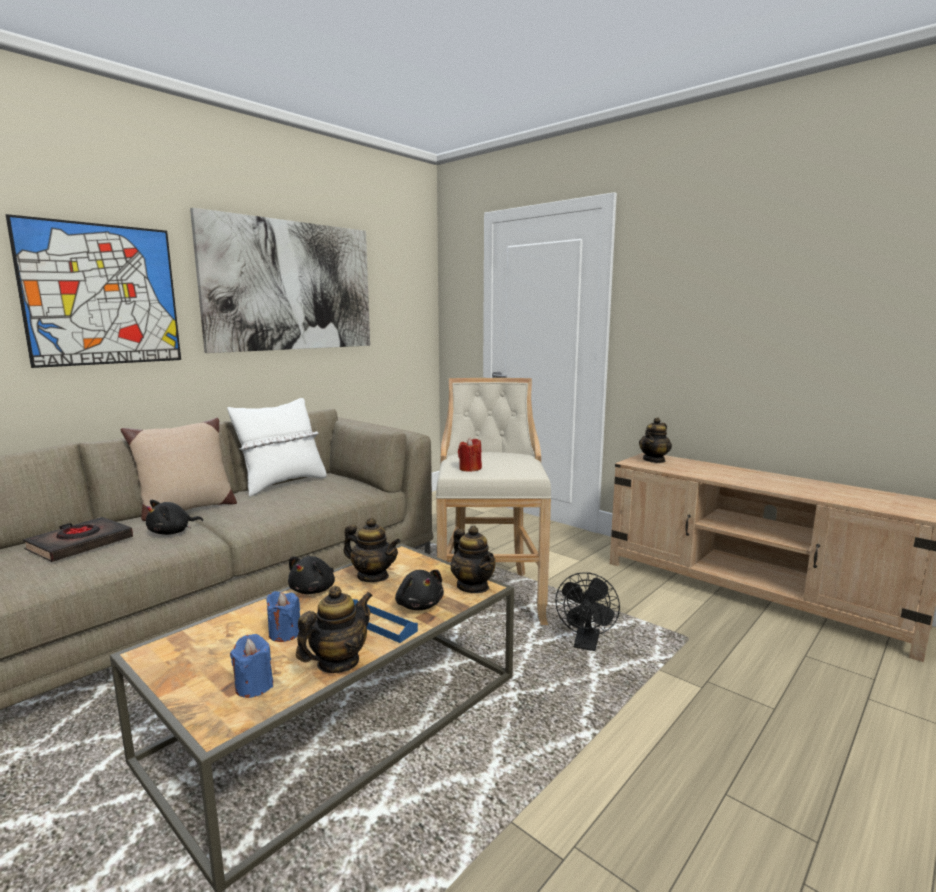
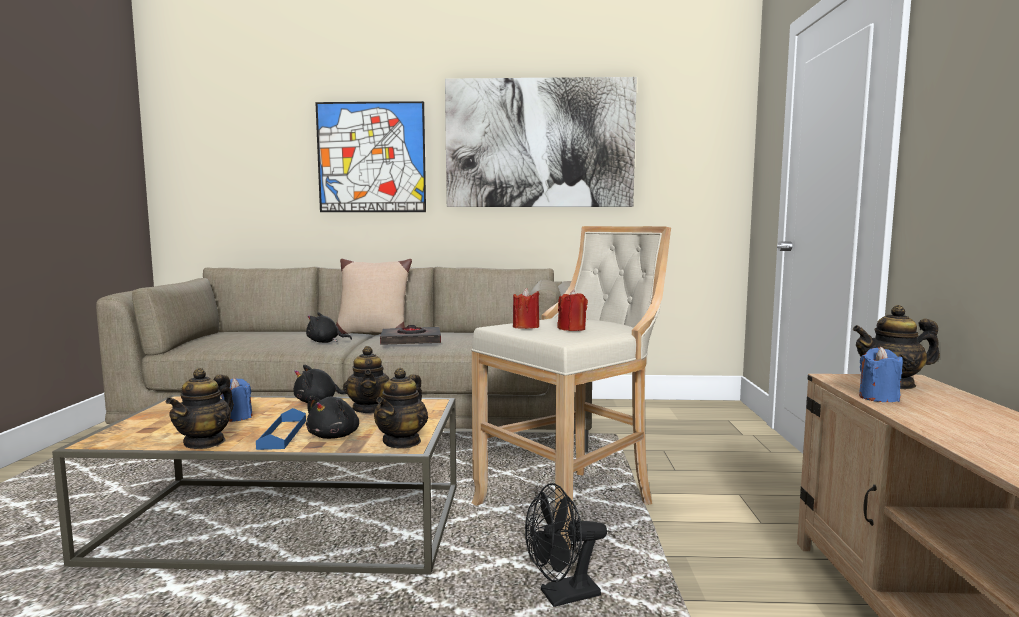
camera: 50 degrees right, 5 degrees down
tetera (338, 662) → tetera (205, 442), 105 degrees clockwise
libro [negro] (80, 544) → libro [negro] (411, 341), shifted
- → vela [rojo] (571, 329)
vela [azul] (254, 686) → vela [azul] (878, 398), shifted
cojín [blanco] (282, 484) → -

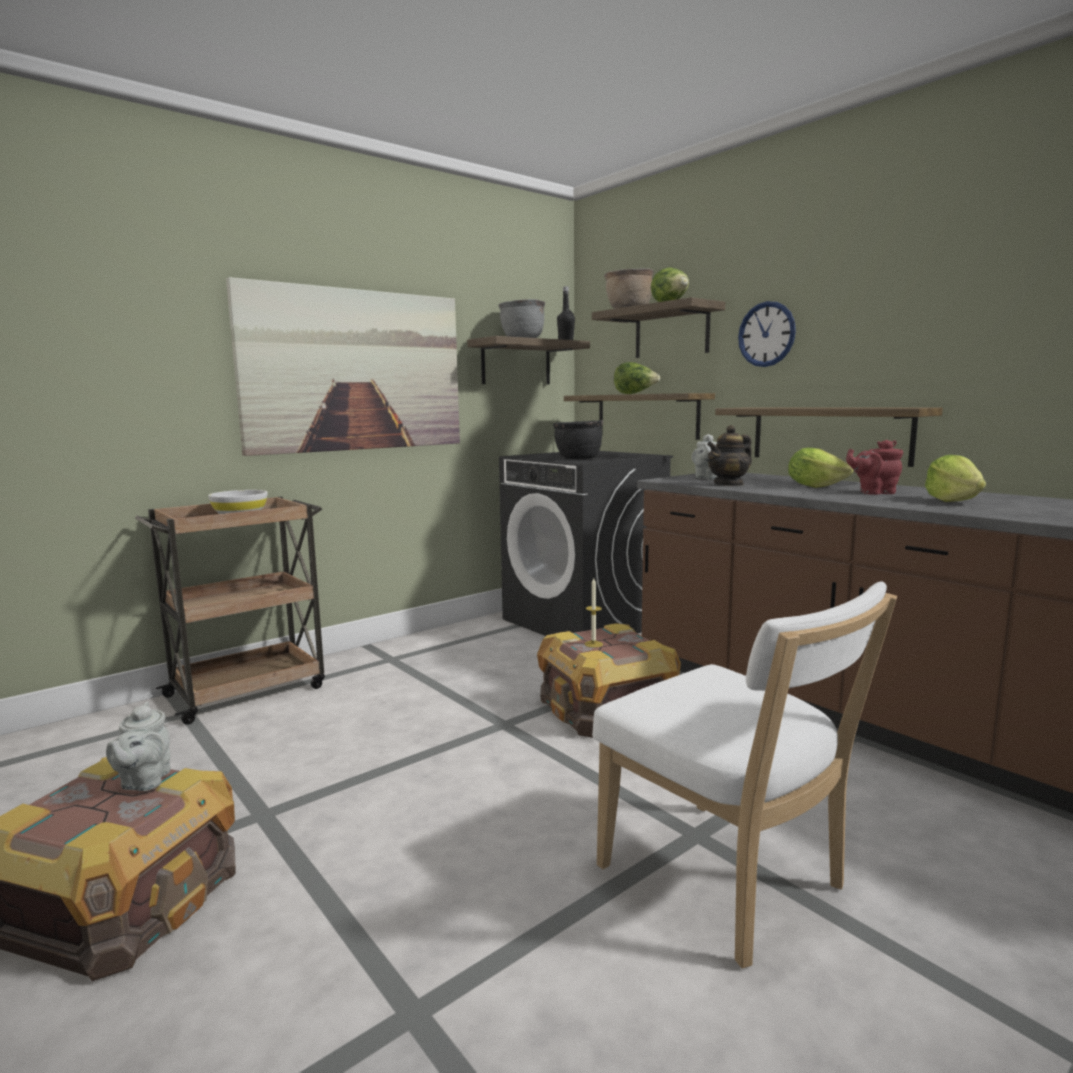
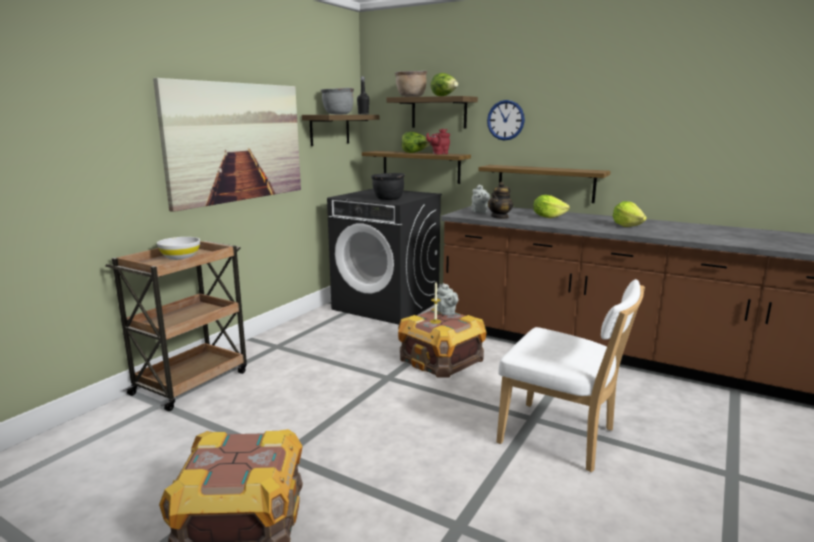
camera: 20 degrees left, 5 degrees up
tetera [rojo] (874, 492) → tetera [rojo] (439, 154), shifted
tetera [gris] (144, 782) → tetera [gris] (447, 313), shifted

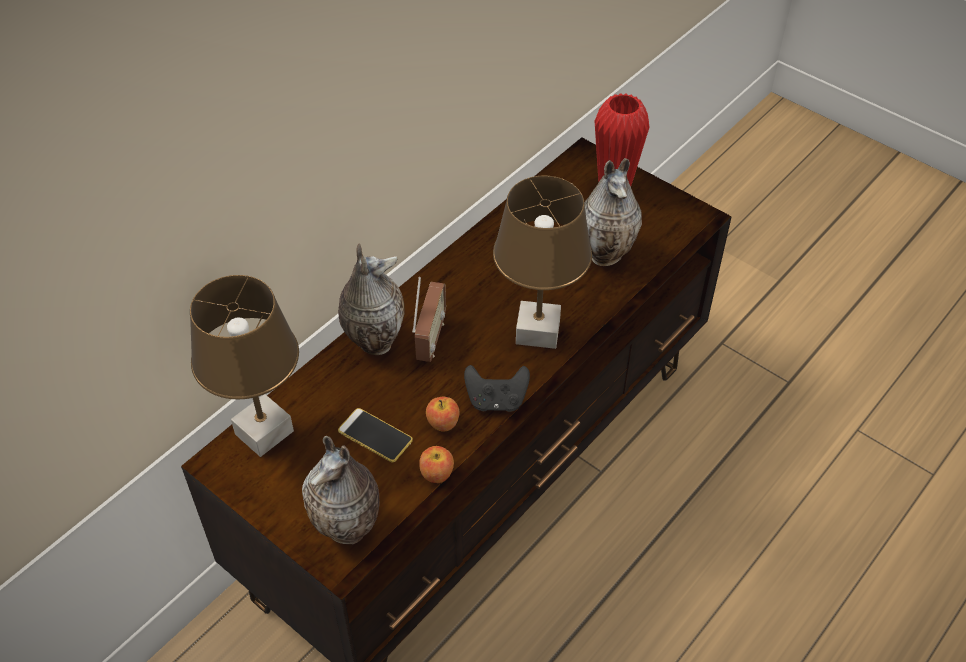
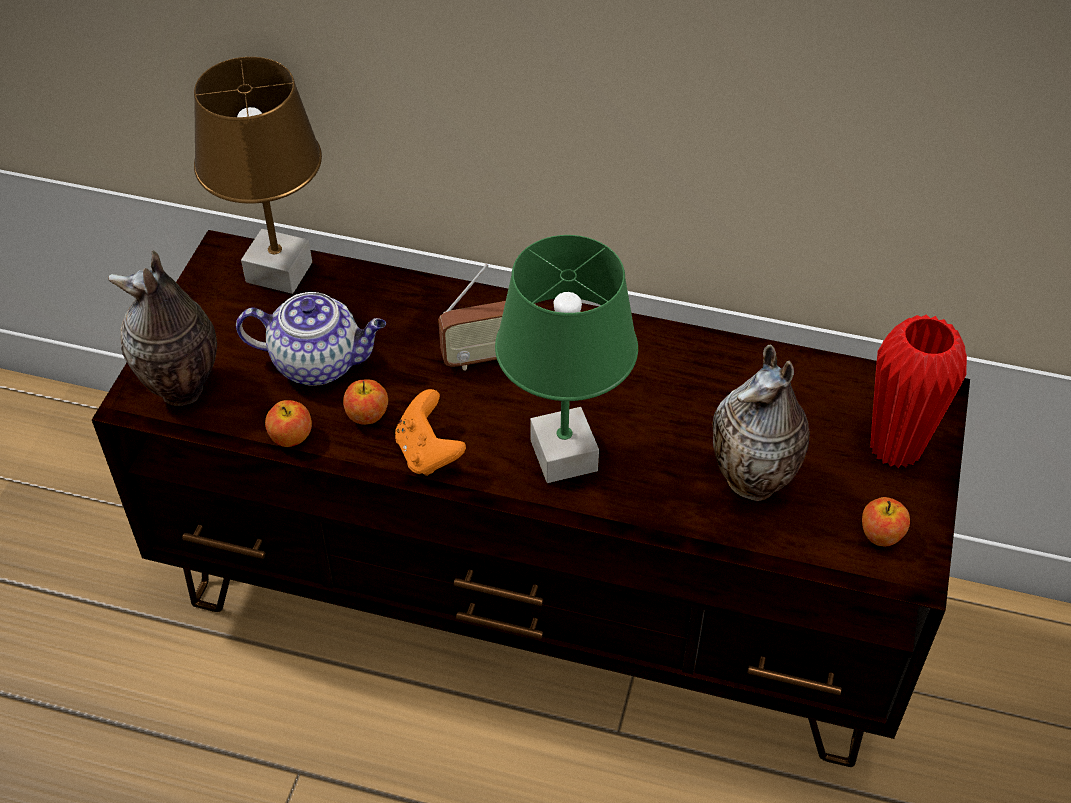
camera: 65 degrees right, 0 degrees up
móvil (375, 436) → tetera (319, 363)
mando de consola [negro] (496, 400) → mando de consola [naranja] (428, 453)
lámpara de mesa [marrón] (537, 333) → lámpara de mesa [verde] (562, 455)
- → manzana (881, 535)
florero (373, 341) → -

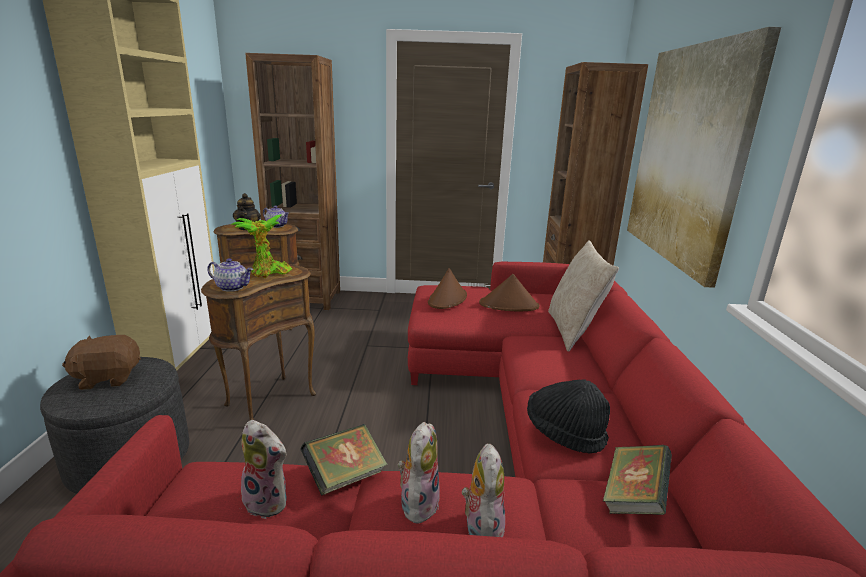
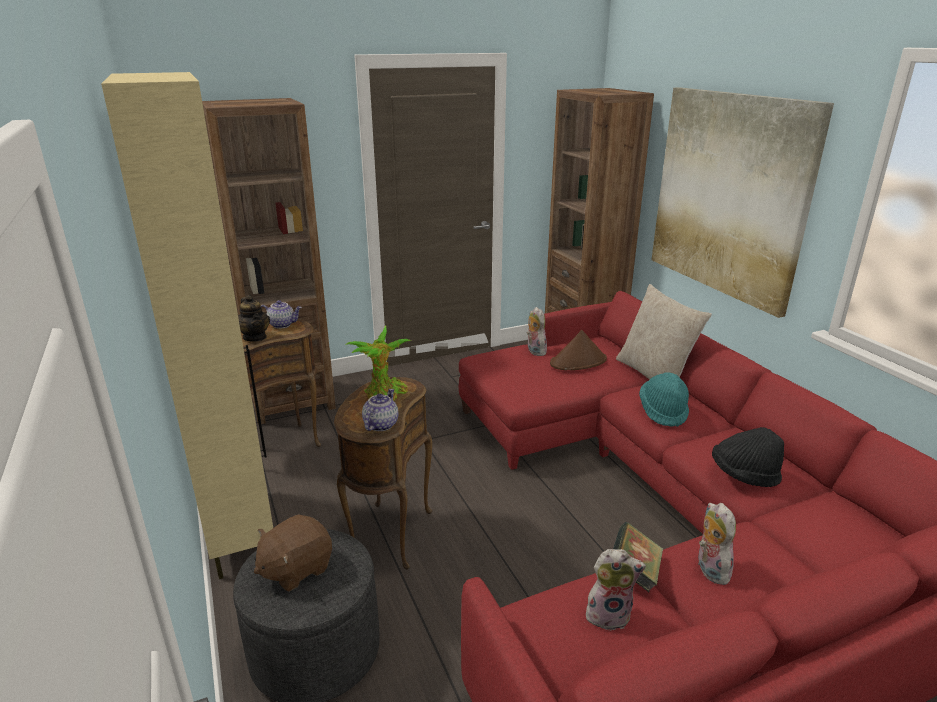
camera: 25 degrees left, 5 degrees up
tetera (233, 287) → tetera (380, 424), 60 degrees counterclockwise
peluche (481, 528) → peluche (534, 351), shifted
- → sombrero [turquesa] (663, 411)
sombrero [marrón] (447, 299) → -
libro (633, 498) → -

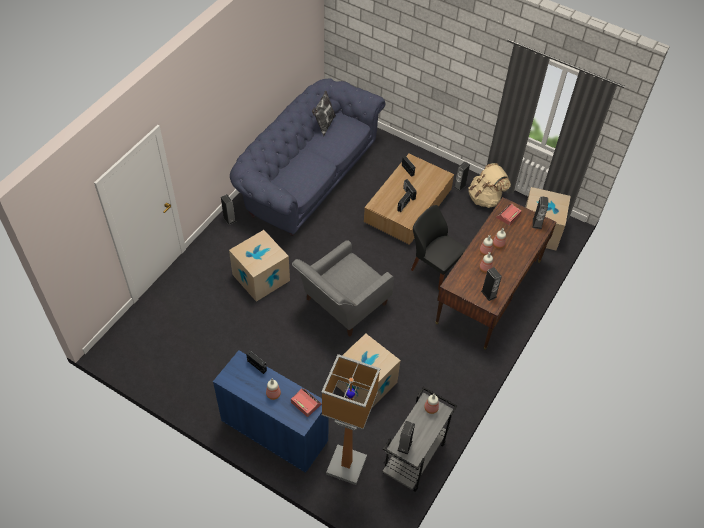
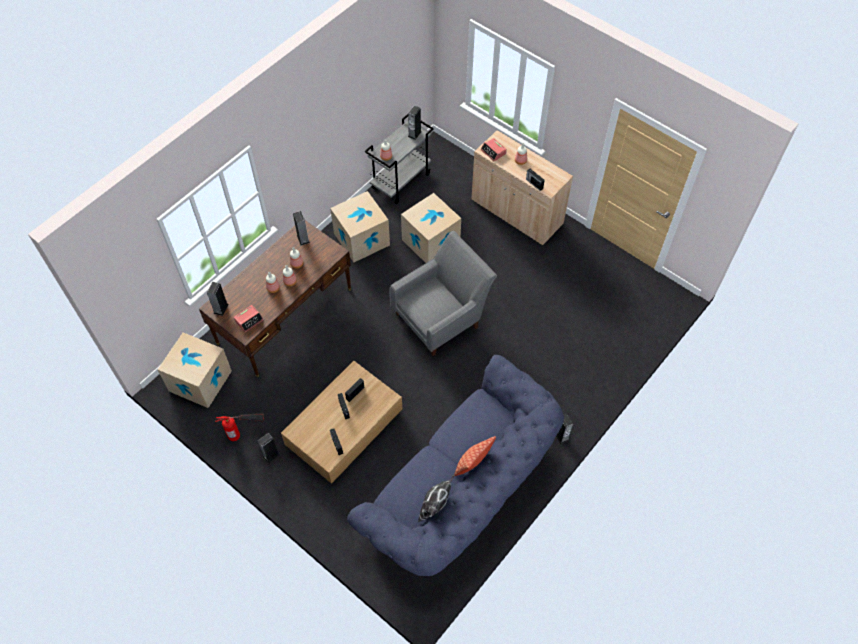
camera: 170 degrees left, 5 degrees up
mochila [beis] (485, 198) → extintor (245, 433)
caja de cartón (261, 277) → caja de cartón (361, 239), shifted
- → cojín (473, 464)
armario [azul] (274, 431) → armario [beis] (516, 212)
lámpara de pie (347, 465) → -
silla [negro] (435, 268) → -

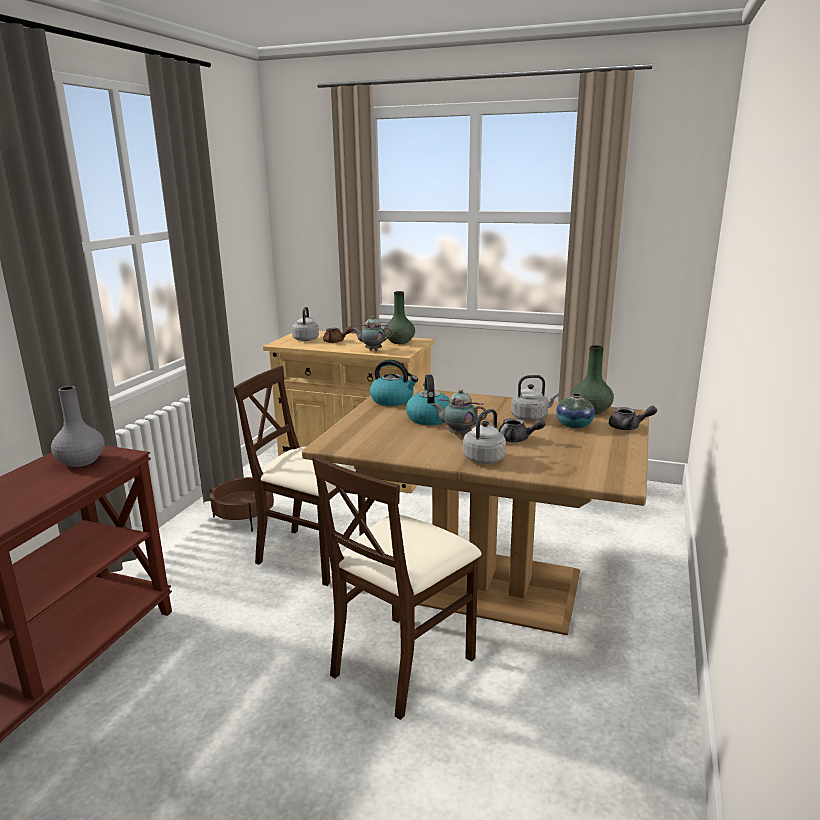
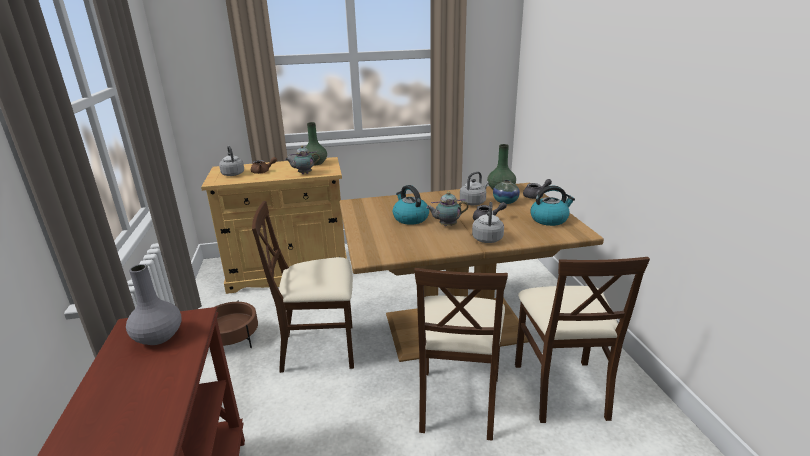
camera: 30 degrees left, 5 degrees up
- → silla [beis] (561, 388)
hervidor (393, 400) → hervidor (549, 219), shifted

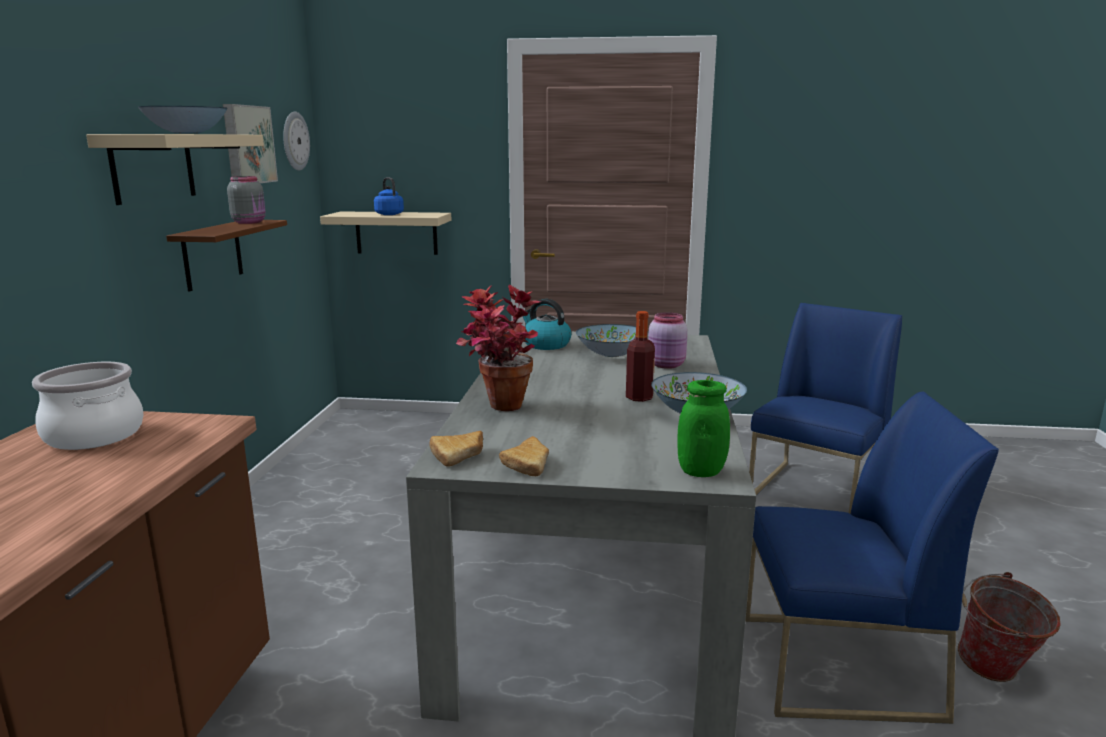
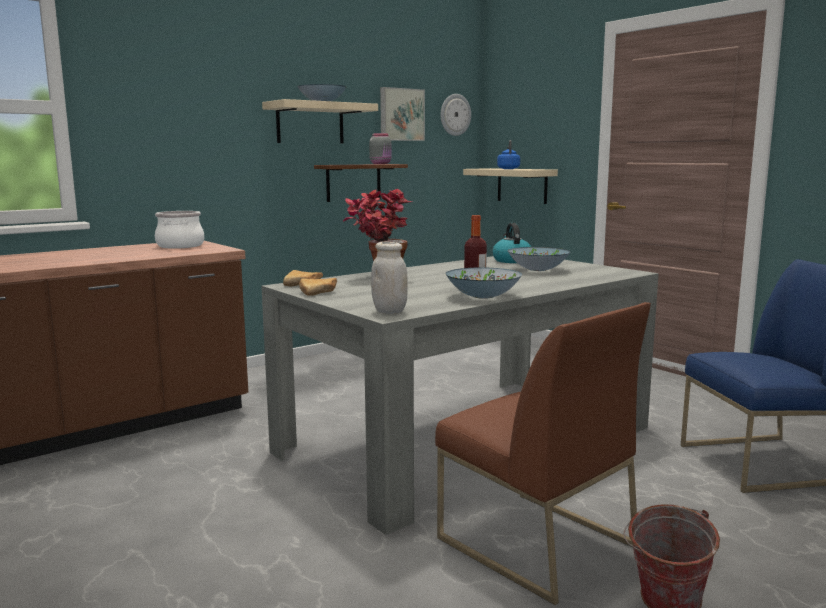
camera: 45 degrees right, 5 degrees down
tarro [verde] (701, 471) → tarro [blanco] (389, 311)
silla [azul] (837, 667) → silla [marrón] (534, 542)
tarro [rosa] (667, 365) → -

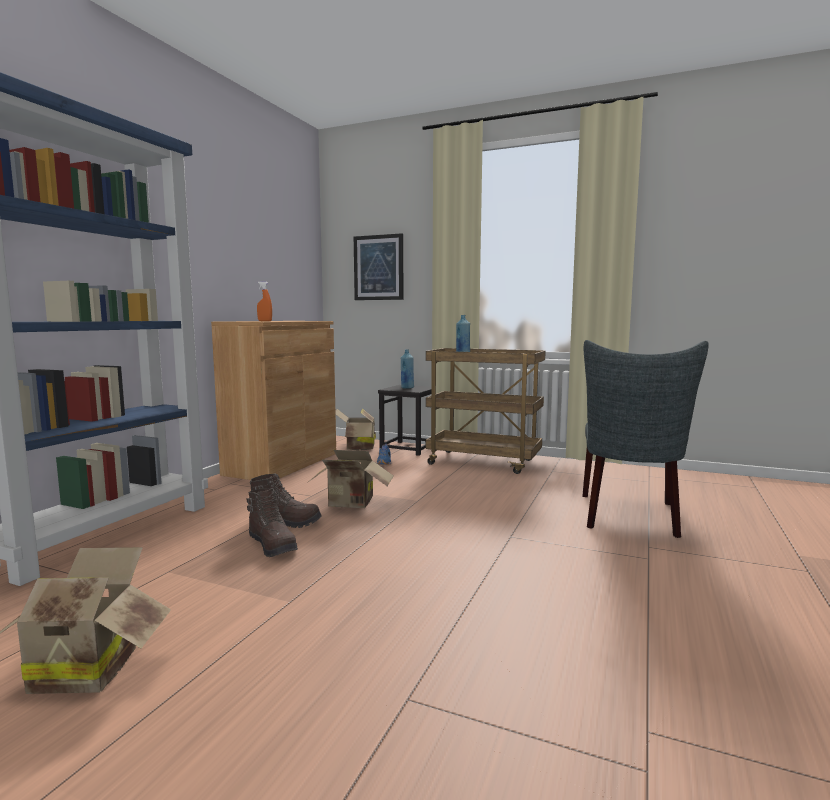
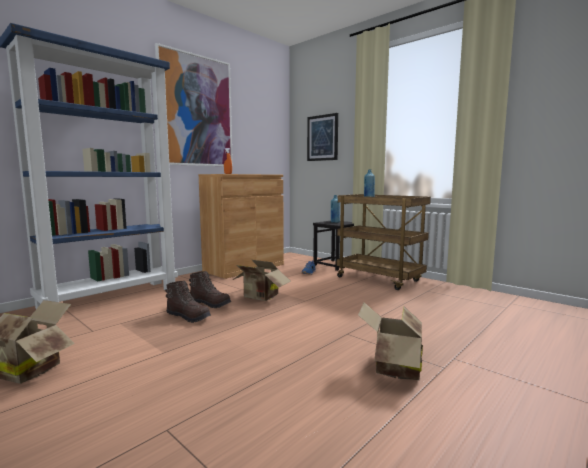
camera: 20 degrees right, 0 degrees up
- → cuadro (196, 111)
bota [marrón] (273, 545) → bota [marrón] (189, 317), 45 degrees counterclockwise
caja de cartón (357, 447) → caja de cartón (393, 368), shifted
silla [gris] (629, 517) → -

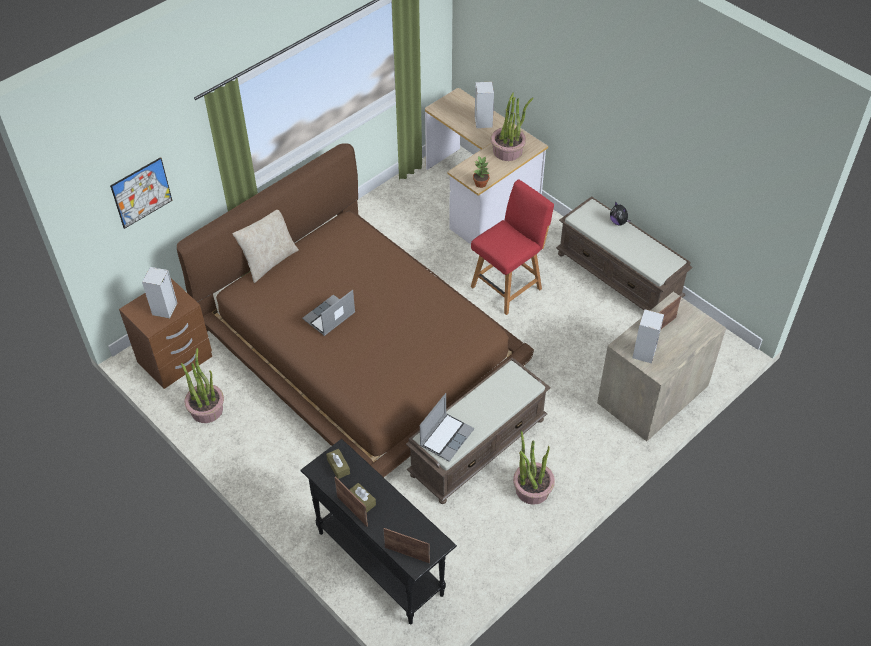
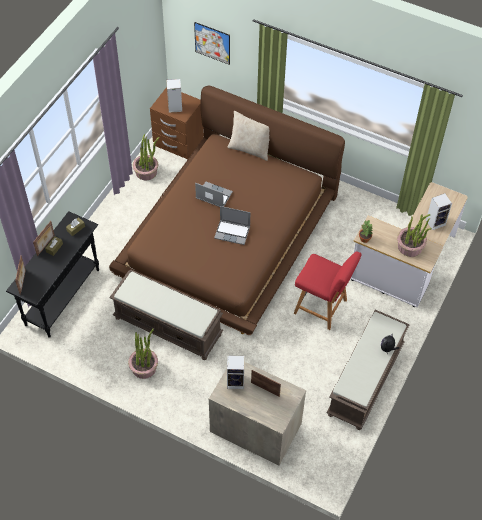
camera: 70 degrees right, 5 degrees up
portátil (446, 437) → portátil (232, 232), shifted

